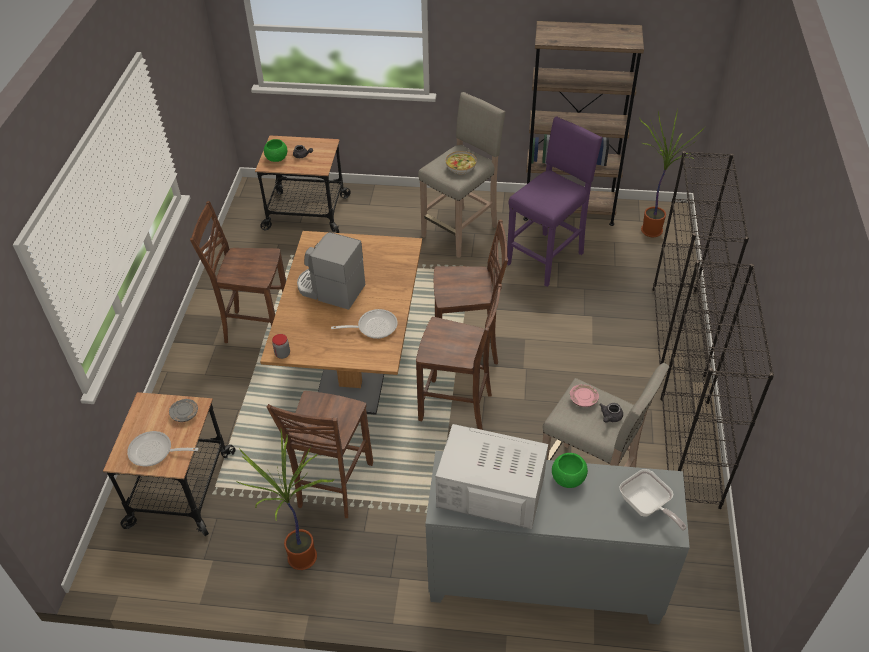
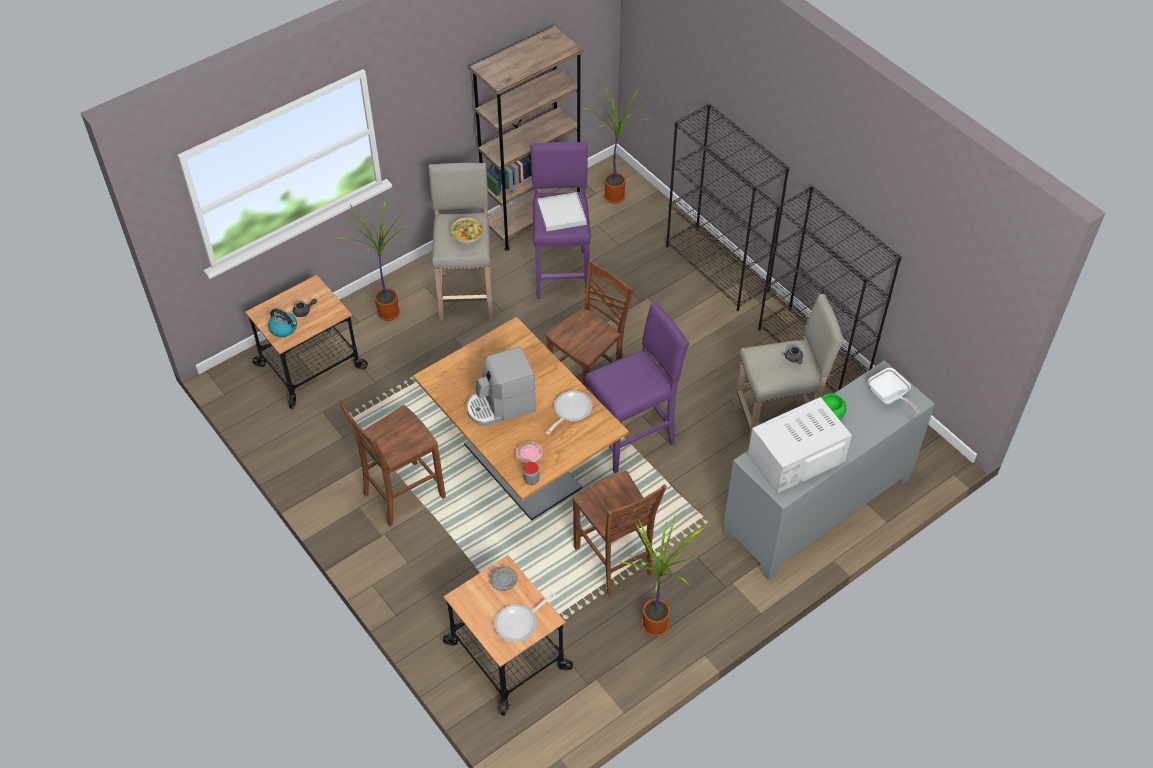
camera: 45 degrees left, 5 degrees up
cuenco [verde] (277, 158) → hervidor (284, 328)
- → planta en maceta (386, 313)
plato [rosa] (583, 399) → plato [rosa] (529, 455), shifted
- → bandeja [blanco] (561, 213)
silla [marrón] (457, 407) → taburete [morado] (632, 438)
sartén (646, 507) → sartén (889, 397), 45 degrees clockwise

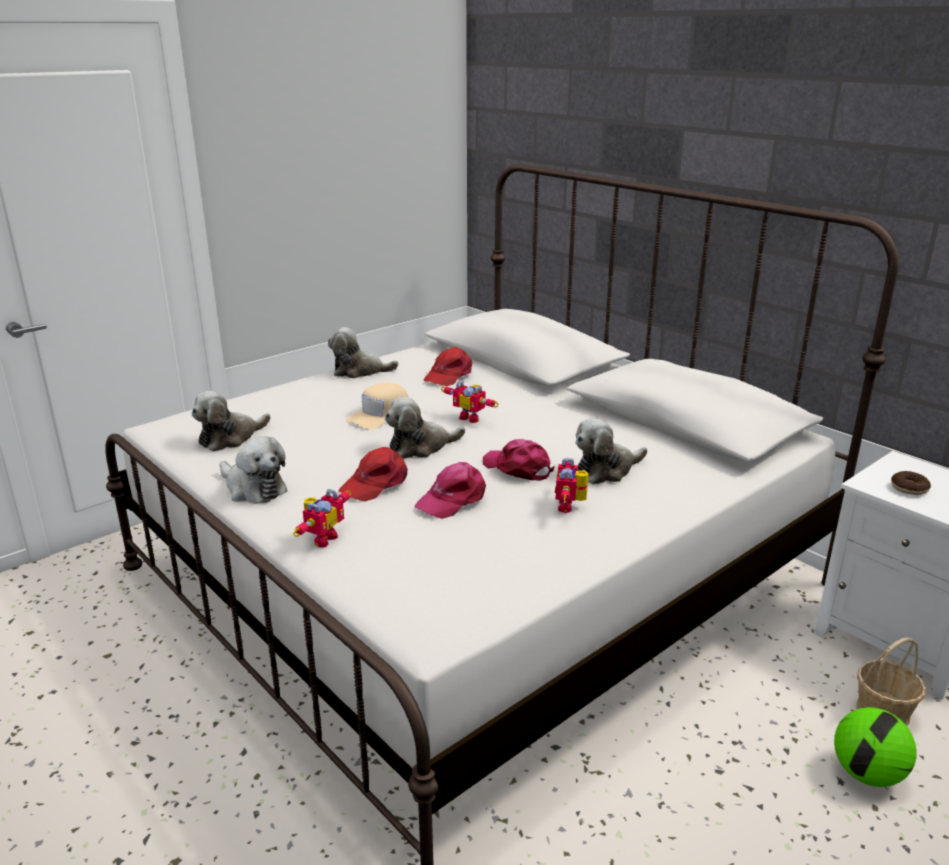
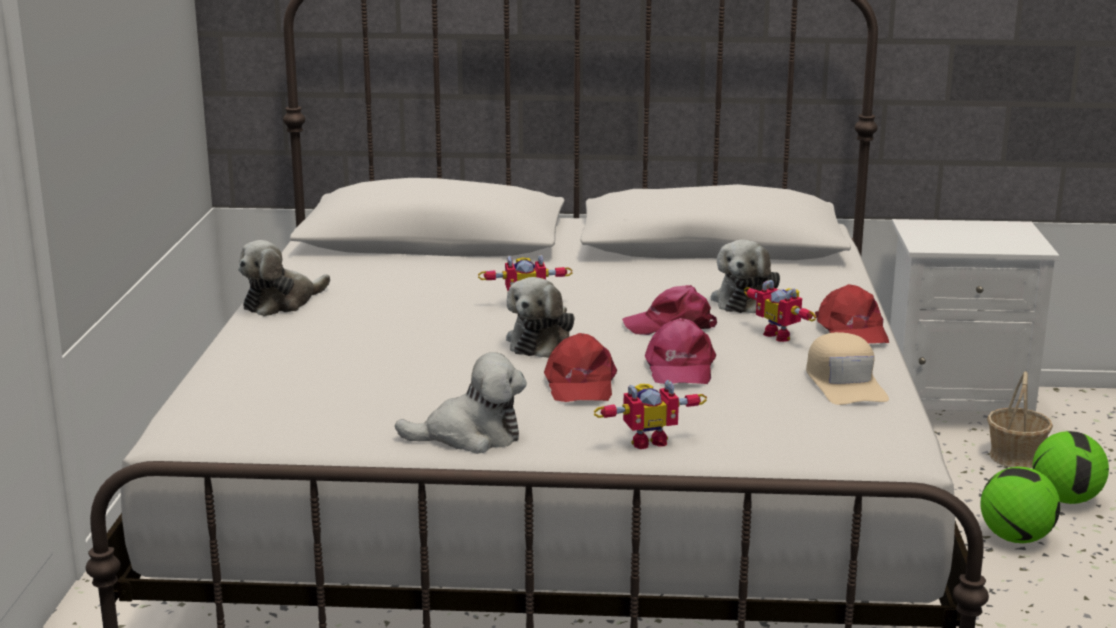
camera: 45 degrees left, 5 degrees down
robot de juguete (321, 538) → robot de juguete (647, 440), 90 degrees clockwise
gorra [beis] (380, 415) → gorra [beis] (844, 383), shifted
gorra [rojo] (449, 375) → gorra [rojo] (851, 331), shifted
- → balón de fútbol (1015, 538)
peluche (230, 438) → -
rosquilla (909, 488) → -

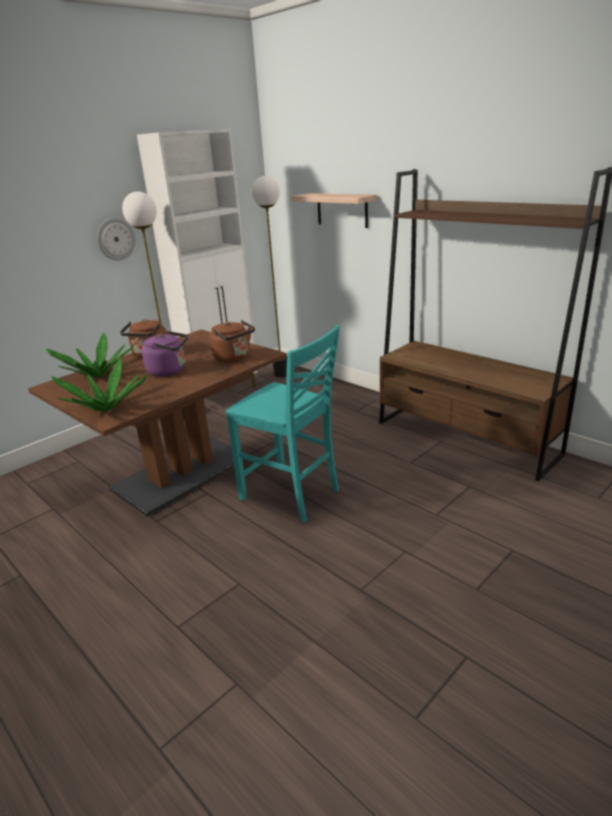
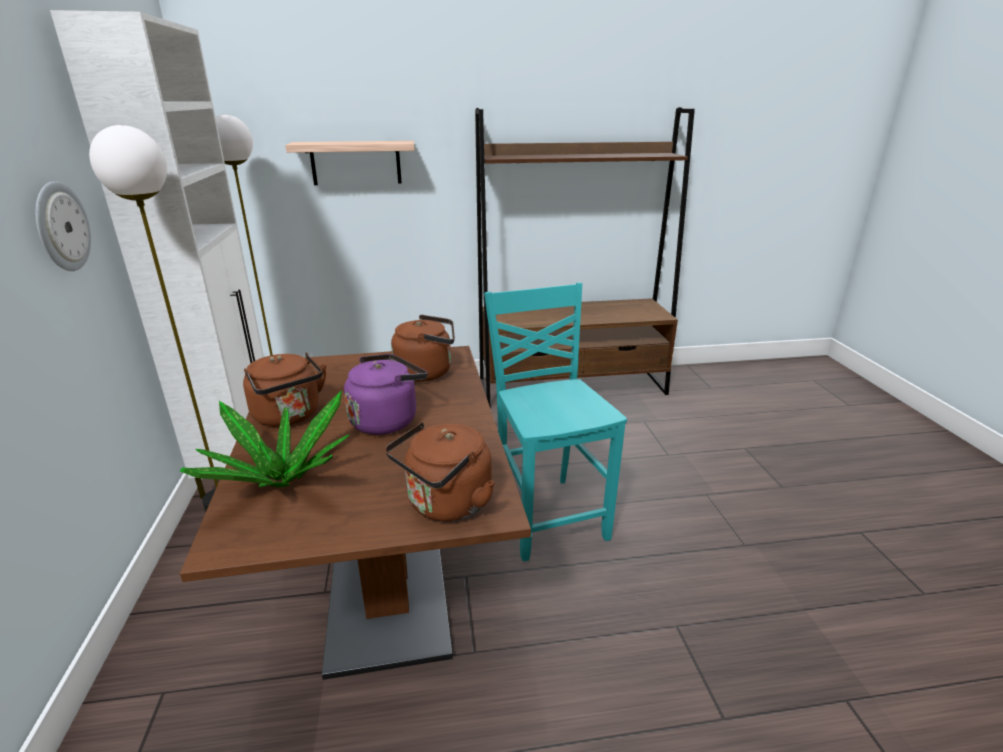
camera: 55 degrees left, 0 degrees up
planta en maceta (106, 408) → hervidor [marrón] (446, 505)
silla [turquesa] (291, 495) → silla [turquesa] (547, 514), 90 degrees counterclockwise

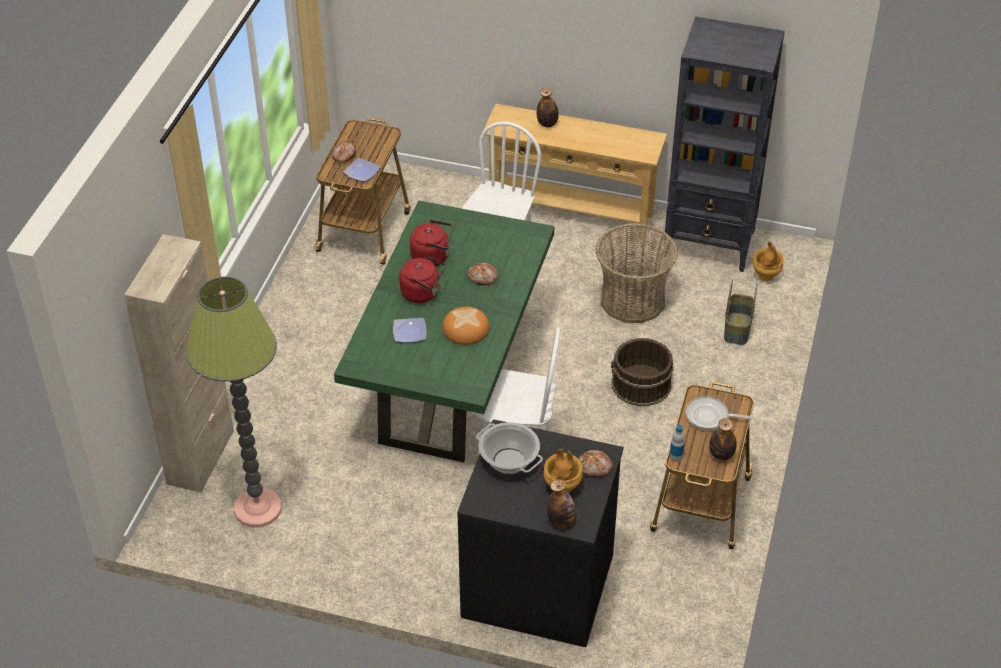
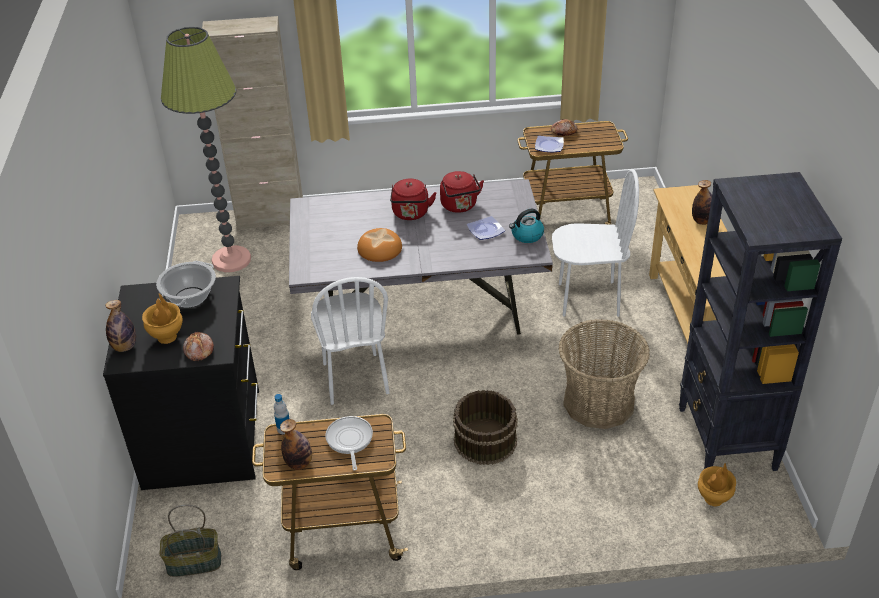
camera: 70 degrees right, 5 degrees down
cesta (738, 329) → cesta (193, 563), shifted
mesa de comedor [verde] (451, 378) → mesa de comedor [gris] (421, 315)
plato (409, 332) → plato (486, 230), shifted
- → hervidor (527, 235)
pan (482, 277) → -

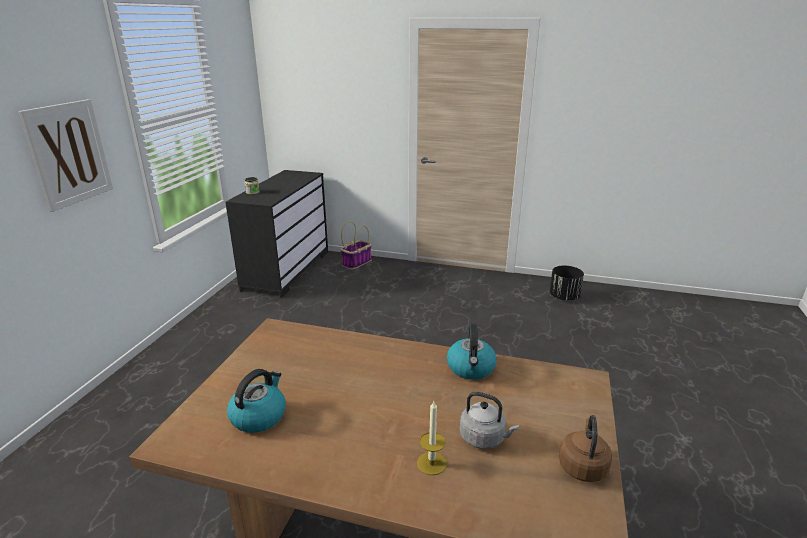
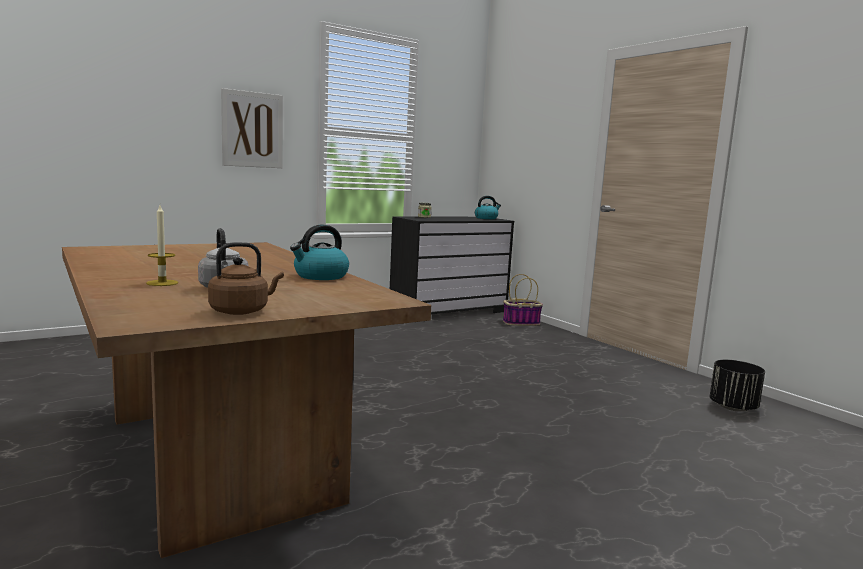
camera: 40 degrees right, 15 degrees down
hervidor (259, 416) → hervidor (486, 218), shifted

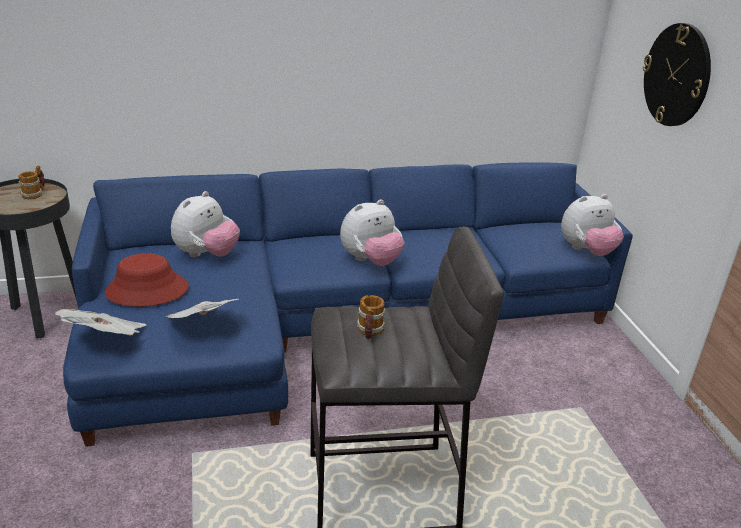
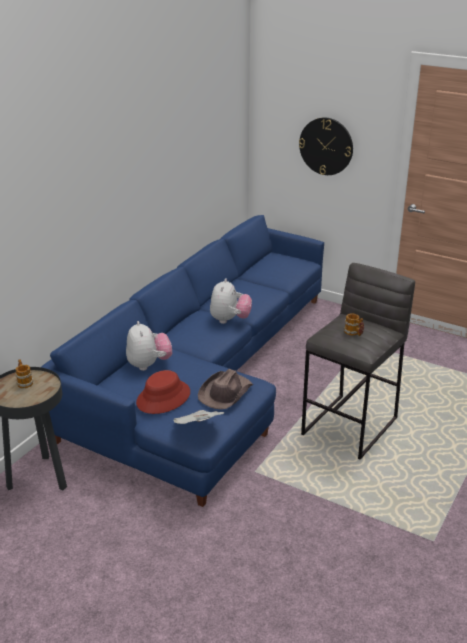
camera: 45 degrees left, 0 degrees up
periódico (203, 324) → sombrero [marrón] (225, 393)
peluche (586, 251) → -

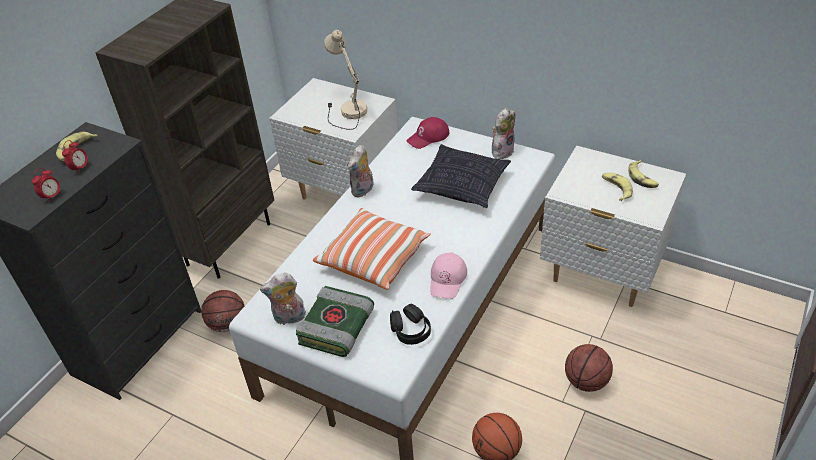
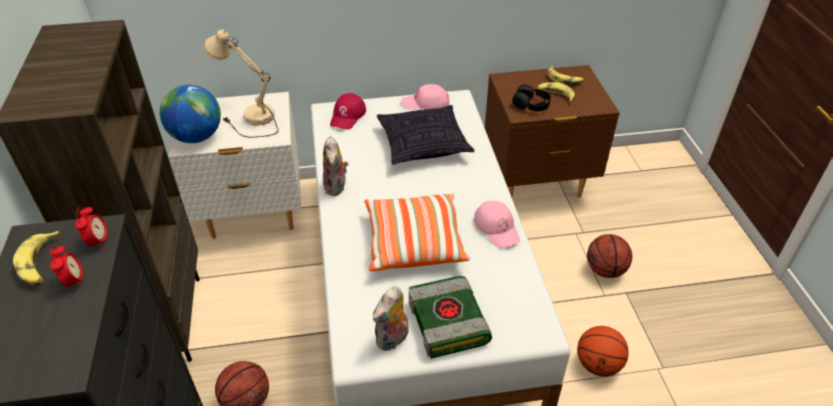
camera: 40 degrees left, 0 degrees up
despertador (52, 196) → despertador (98, 241), shifted
- → globo terráqueo (196, 137)
peluche (502, 151) → gorra [rosa] (425, 103)
mesita de noche [blanco] (601, 275) → mesita de noche [marrón] (537, 183)
auriculares [negro] (410, 330) → auriculares [negro] (531, 105), shifted

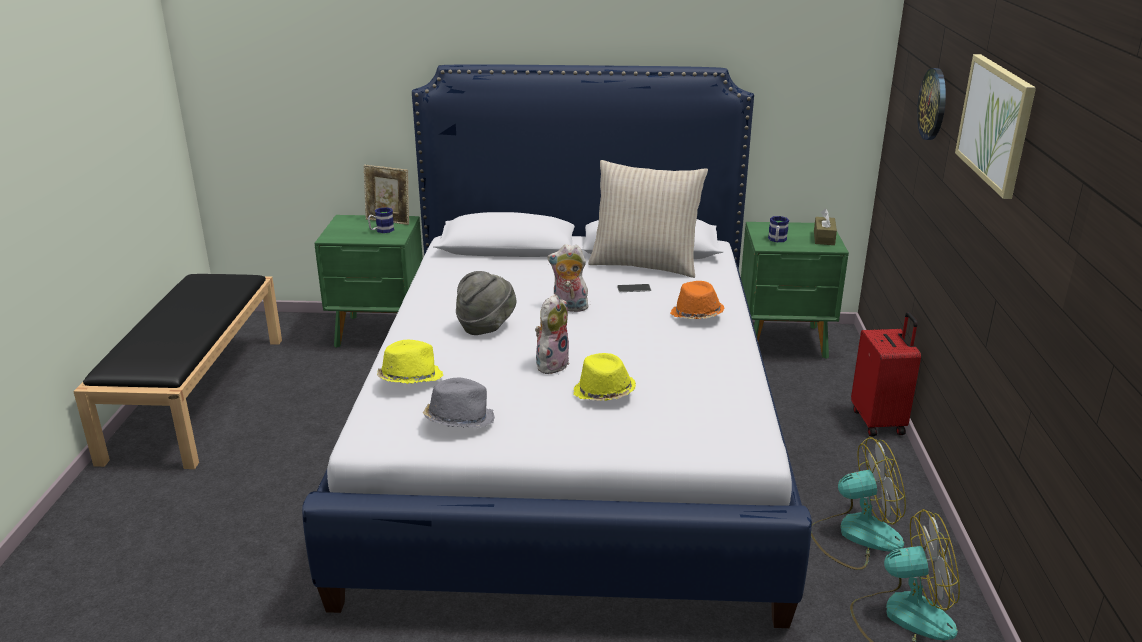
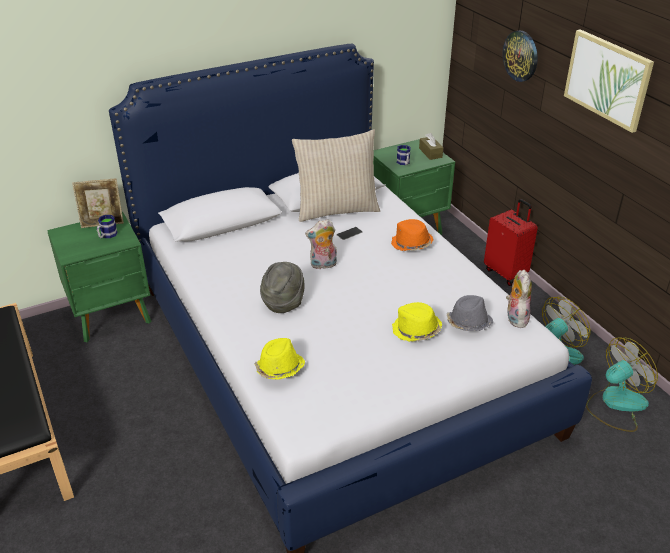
camera: 30 degrees left, 10 degrees up
sombrero [gris] (459, 420) → sombrero [gris] (468, 323), shifted
peluche (551, 364) → peluche (515, 318), shifted

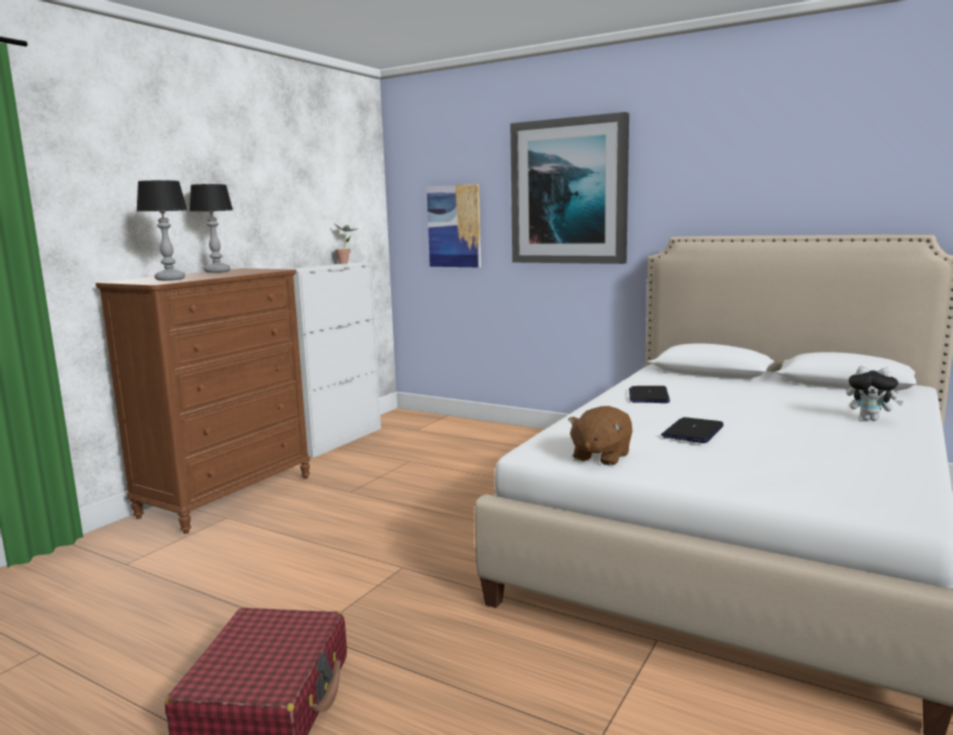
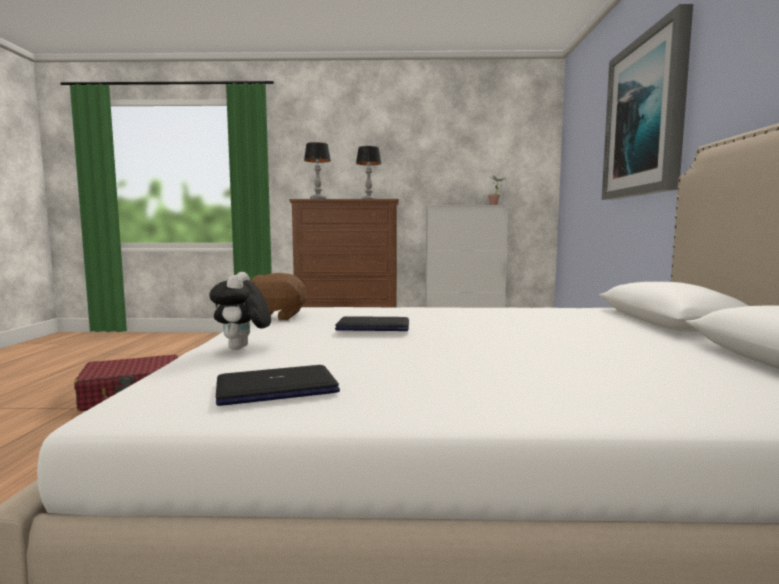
camera: 60 degrees right, 5 degrees down
peluche (870, 419) → peluche (242, 349), shifted
portátil (648, 396) → portátil (277, 387), shifted
cuadro (454, 226) → -

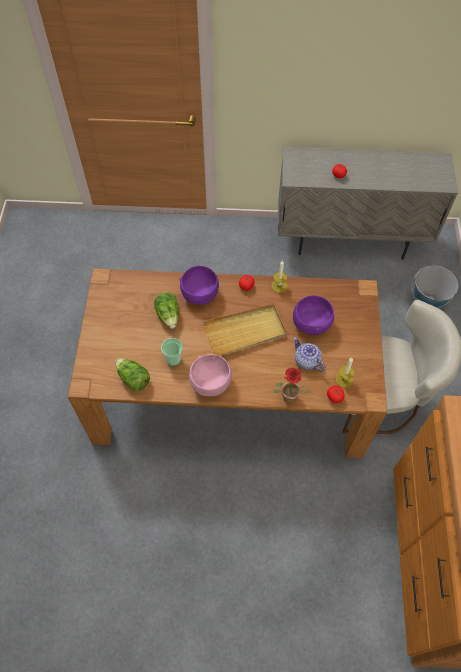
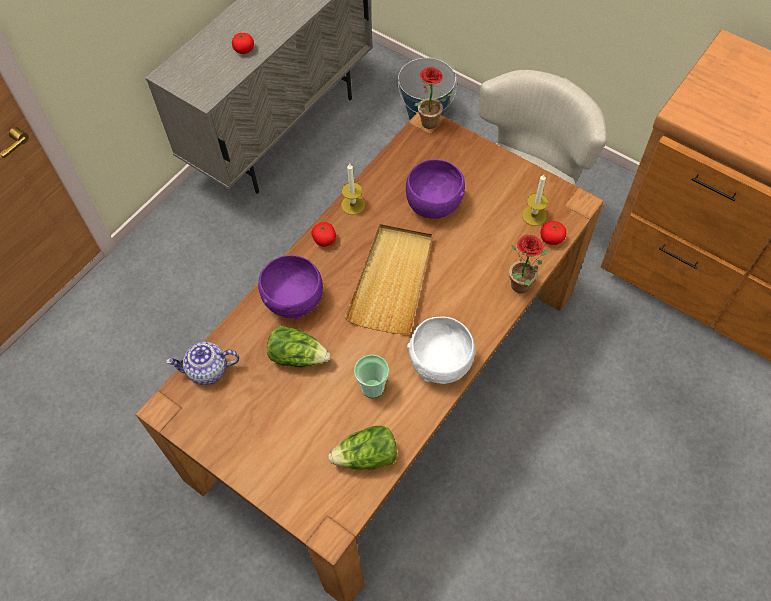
camera: 55 degrees left, 0 degrees up
tetera (307, 361) → tetera (208, 370), shifted
cuenco [rosa] (211, 382) → cuenco [blanco] (440, 361)
- → planta en maceta (429, 125)

